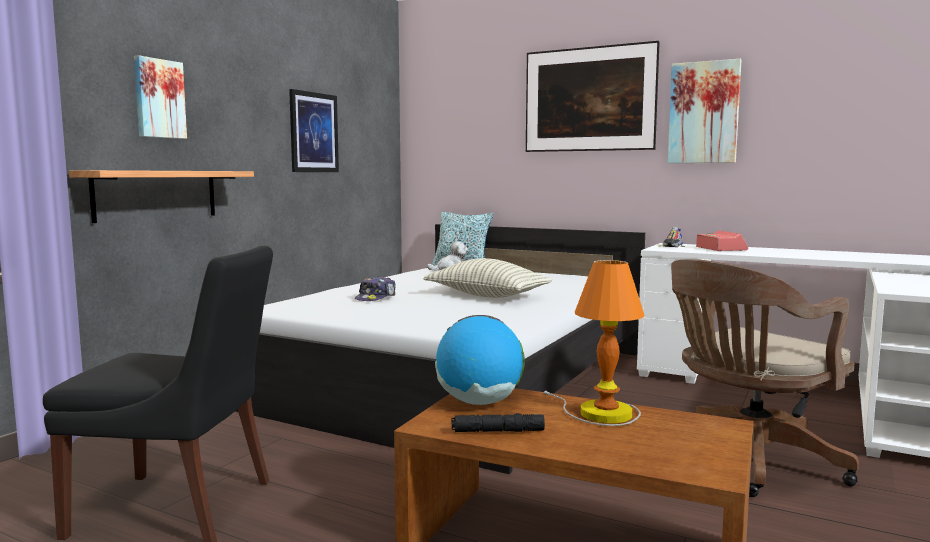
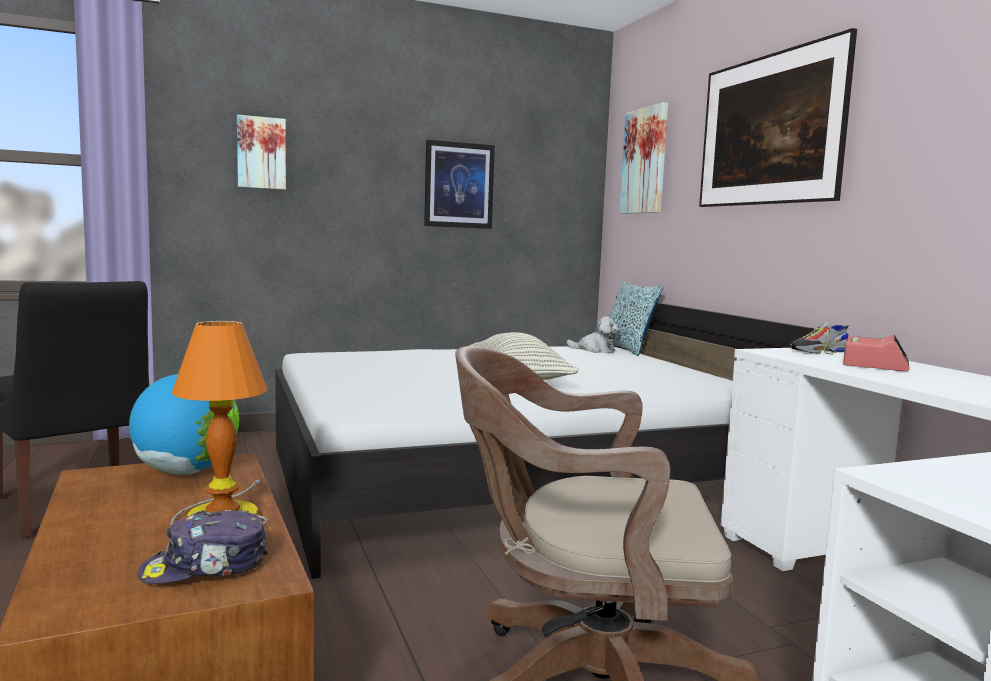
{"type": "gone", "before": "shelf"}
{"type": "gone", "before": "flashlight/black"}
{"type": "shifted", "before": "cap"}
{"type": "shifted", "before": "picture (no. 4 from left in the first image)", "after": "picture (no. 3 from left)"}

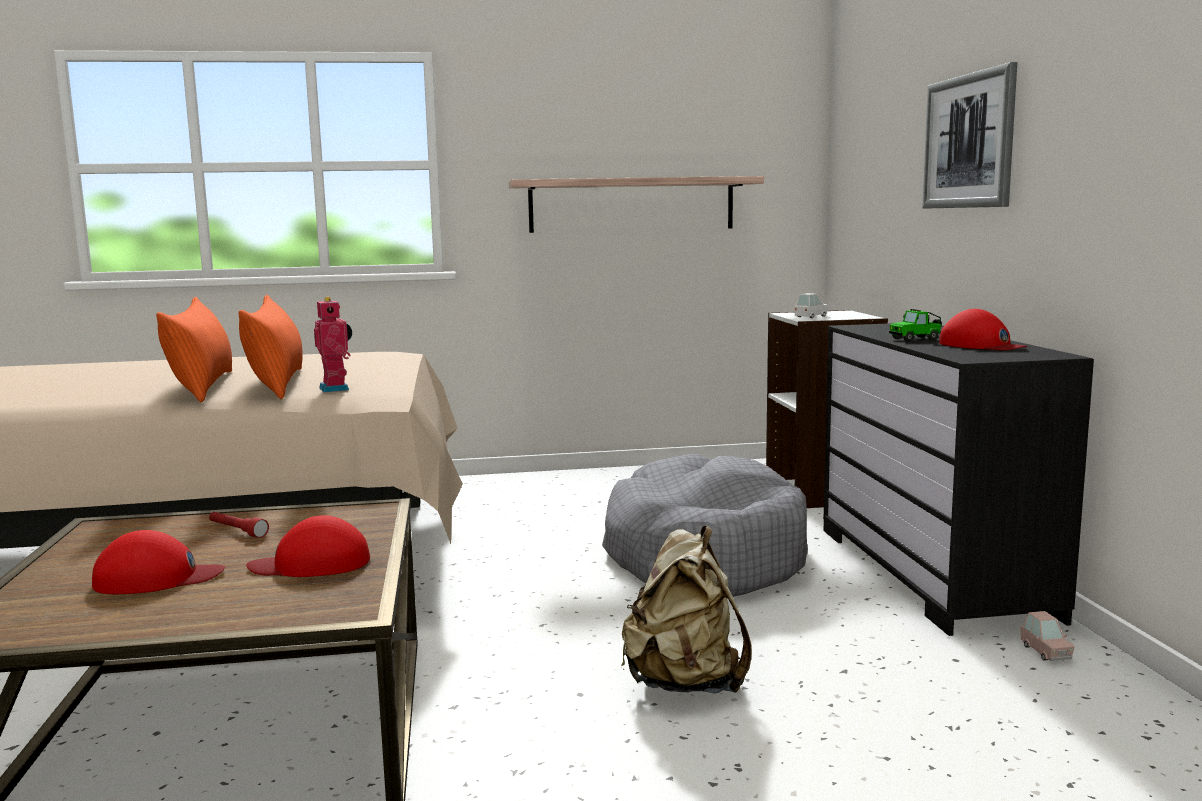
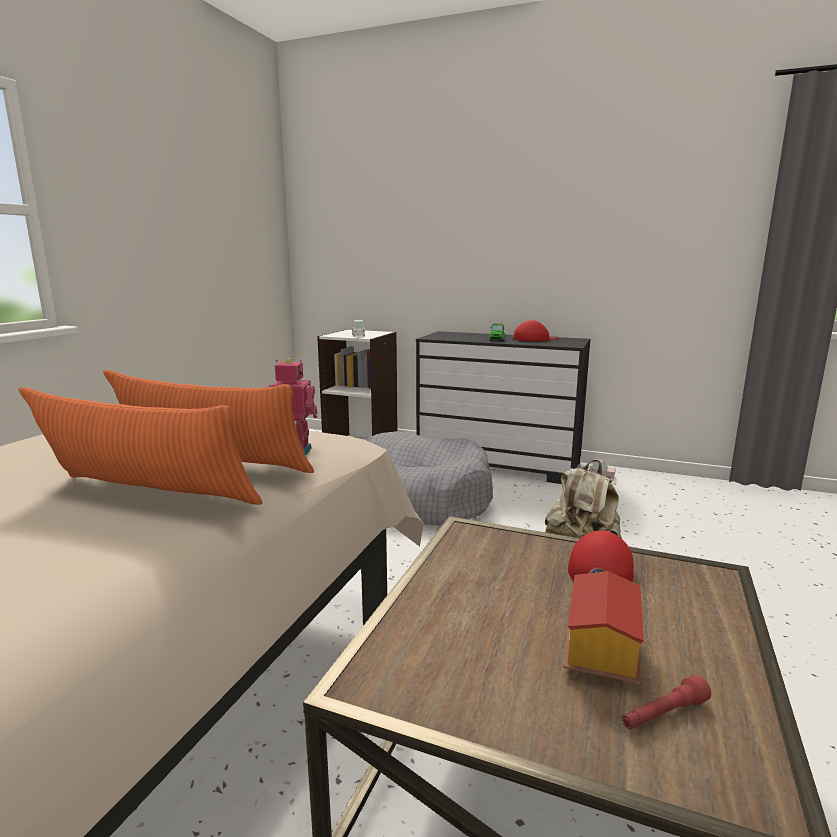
{"type": "gone", "before": "shelf"}
{"type": "gone", "before": "picture"}
{"type": "shifted", "before": "flashlight/red"}
{"type": "swapped", "before": "cap/red (no. 1 from left)", "after": "toy house"}

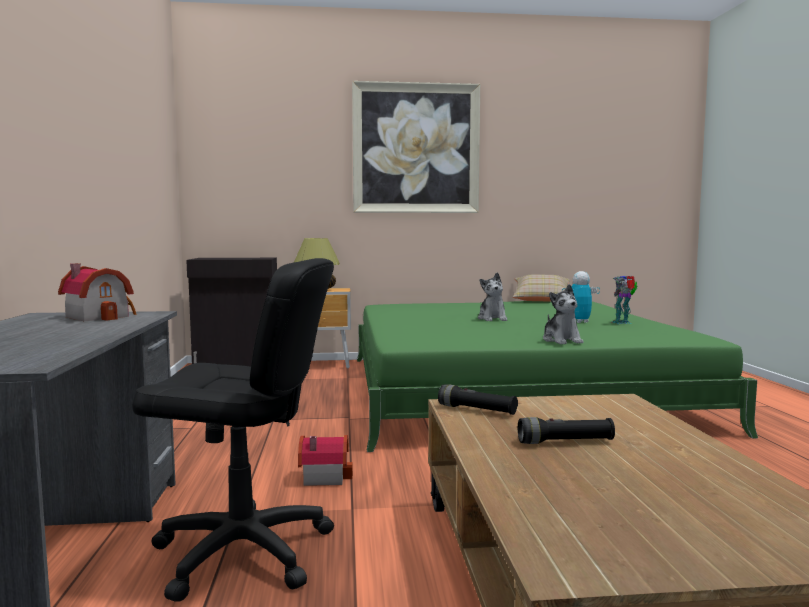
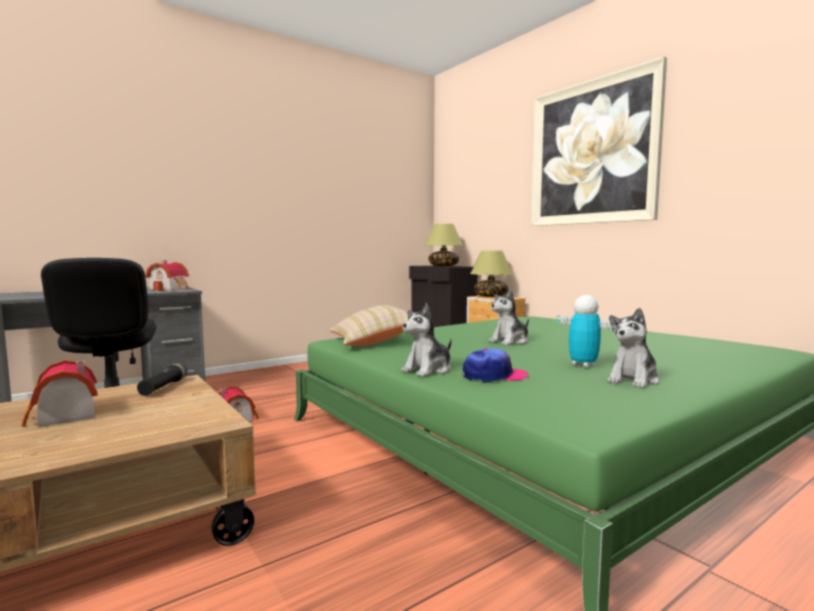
{"type": "new", "after": "table lamp (no. 1 from left)"}
{"type": "new", "after": "cap"}
{"type": "shifted", "before": "pillow/beige"}
{"type": "swapped", "before": "flashlight/black (no. 2 from left)", "after": "toy house (no. 1 from left)"}
{"type": "swapped", "before": "toy robot (no. 2 from left)", "after": "plush toy (no. 3 from left)"}

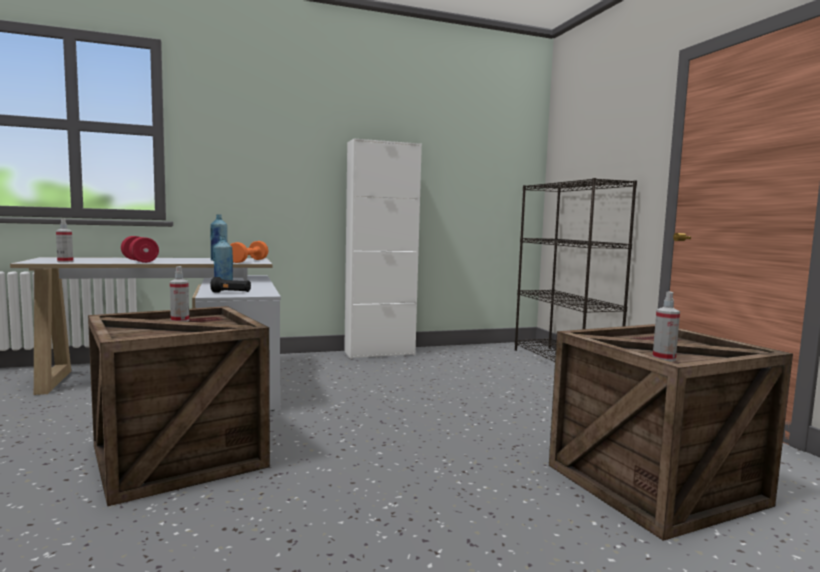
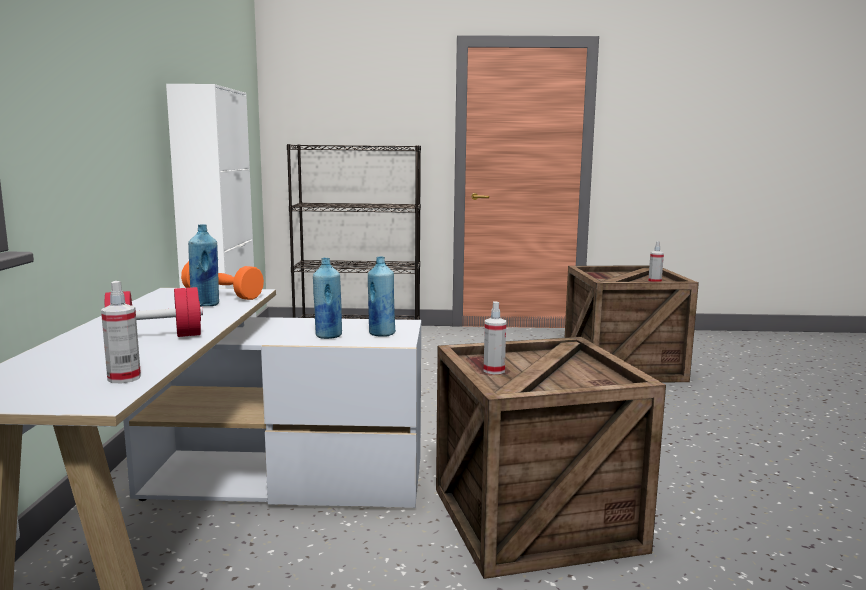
{"type": "swapped", "before": "flashlight/black", "after": "bottle/blue (no. 3 from left)"}

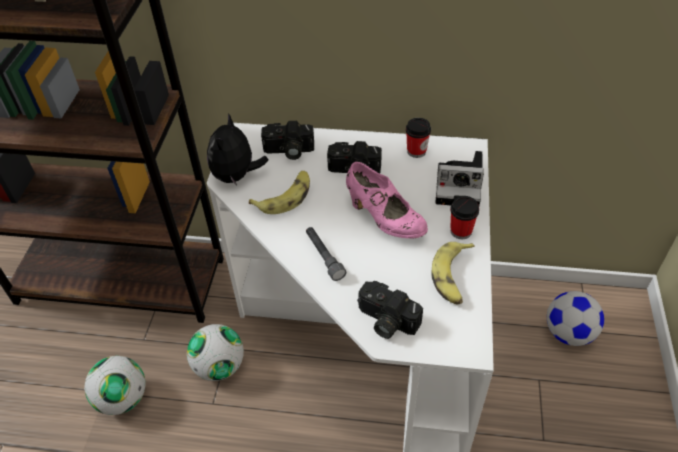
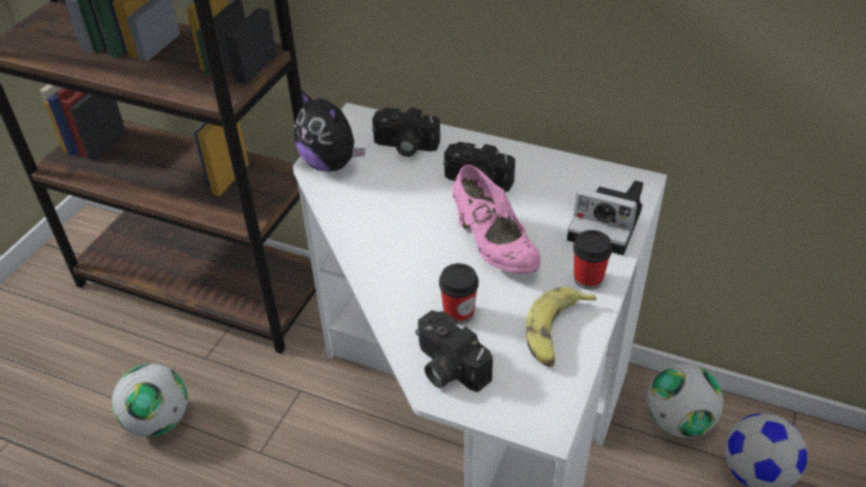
{"type": "gone", "before": "banana (no. 1 from left)"}
{"type": "gone", "before": "flashlight/grey"}
{"type": "shifted", "before": "football (no. 2 from left)"}
{"type": "shifted", "before": "cup (no. 1 from left)"}
{"type": "rotated", "before": "plush toy", "turn": -75}

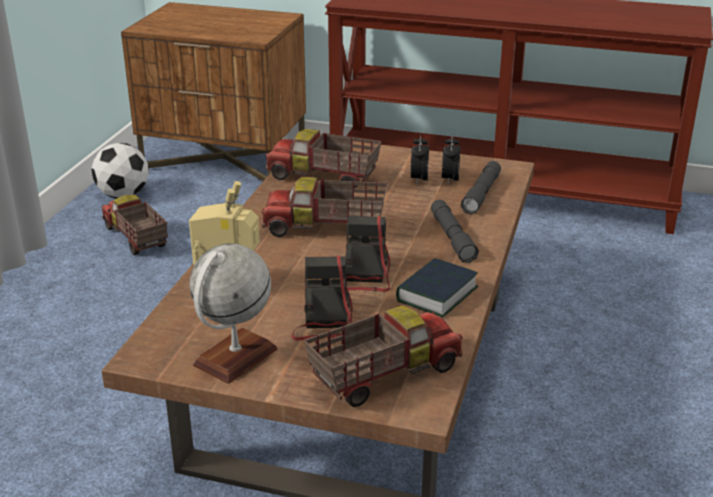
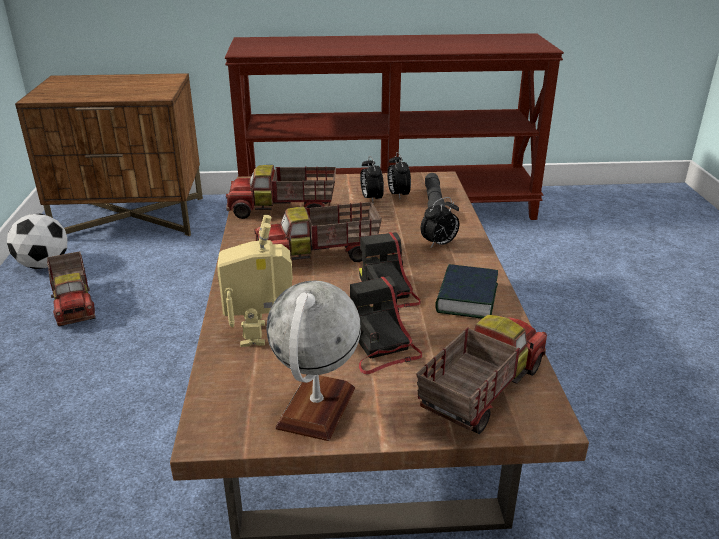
{"type": "swapped", "before": "flashlight/grey (no. 1 from left)", "after": "alarm clock (no. 3 from left)"}
{"type": "rotated", "before": "toy truck (no. 1 from left)", "turn": -150}

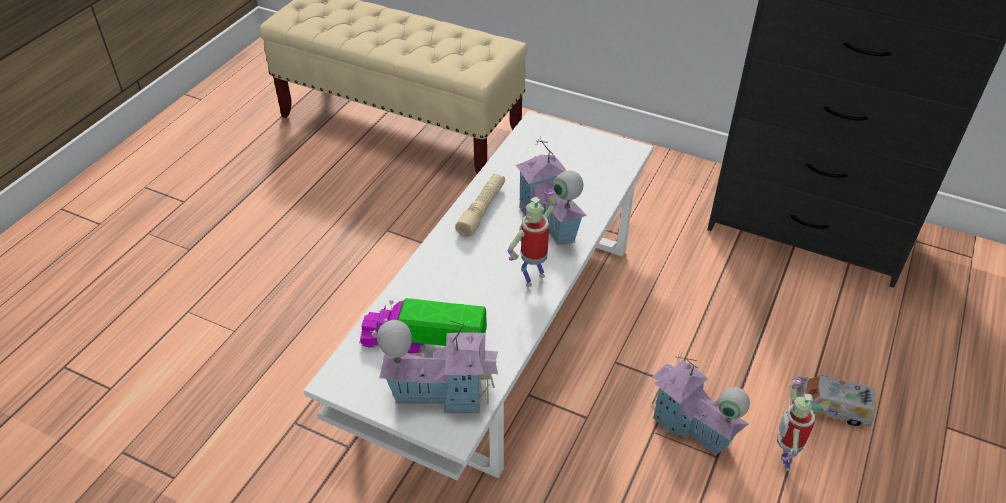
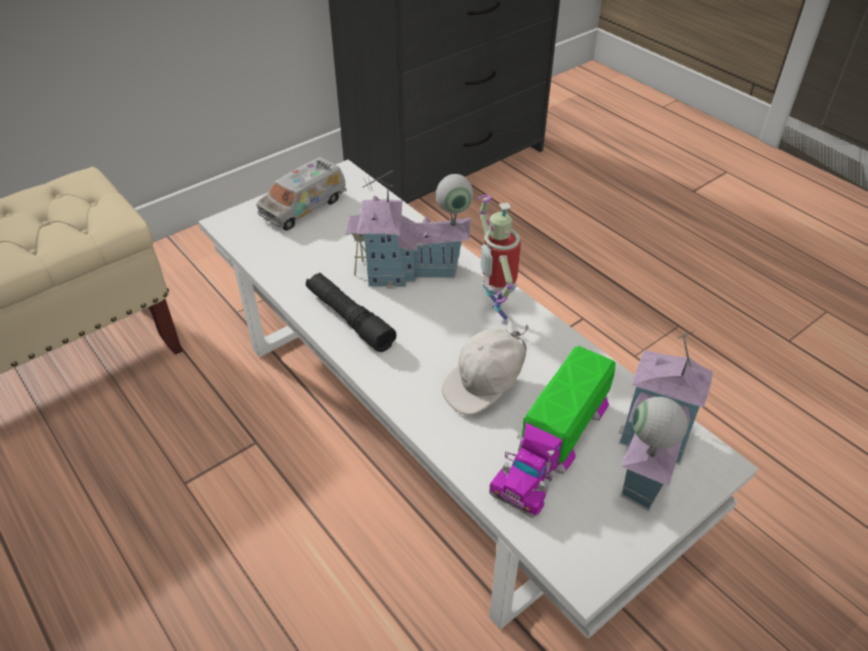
{"type": "gone", "before": "toy house (no. 3 from left)"}
{"type": "gone", "before": "toy robot (no. 2 from left)"}
{"type": "new", "after": "cap/white"}
{"type": "shifted", "before": "toy truck (no. 2 from left in the first image)", "after": "toy truck (no. 1 from left)"}
{"type": "repainted", "before": "flashlight/beige", "after": "flashlight/black"}

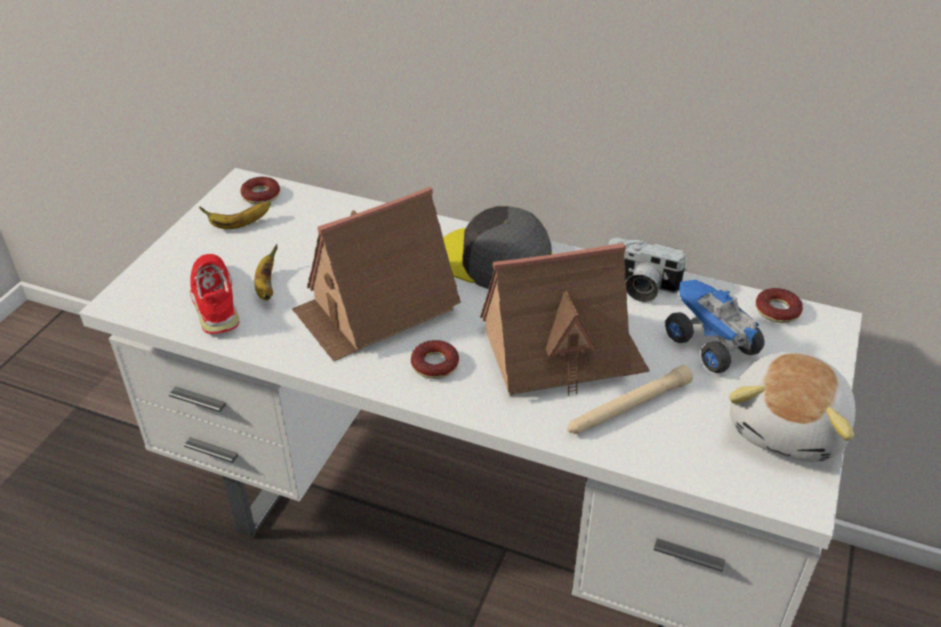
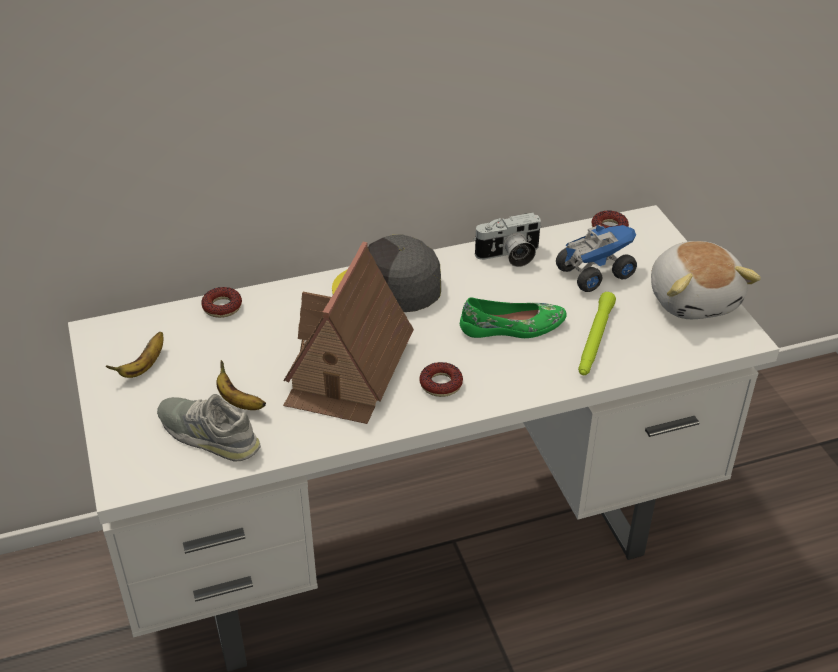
{"type": "shifted", "before": "donut (no. 1 from left)"}
{"type": "swapped", "before": "toy house (no. 2 from left)", "after": "shoe/green"}
{"type": "repainted", "before": "shoe/red", "after": "shoe/grey"}
{"type": "repainted", "before": "flashlight/beige", "after": "flashlight/green"}
{"type": "rotated", "before": "toy truck", "turn": 135}

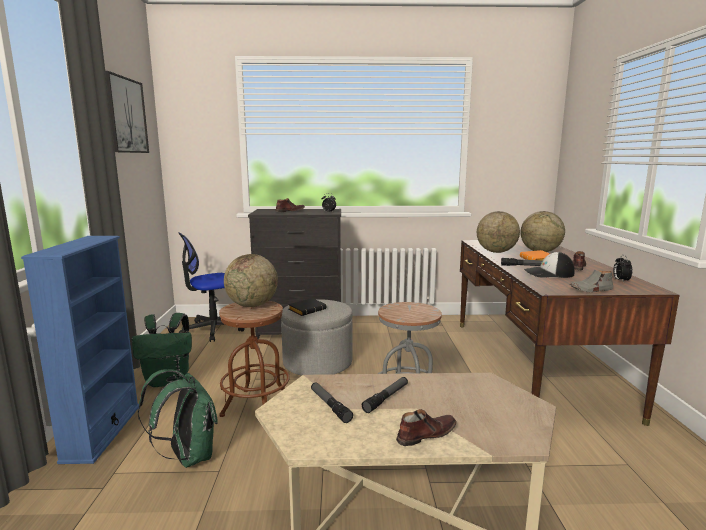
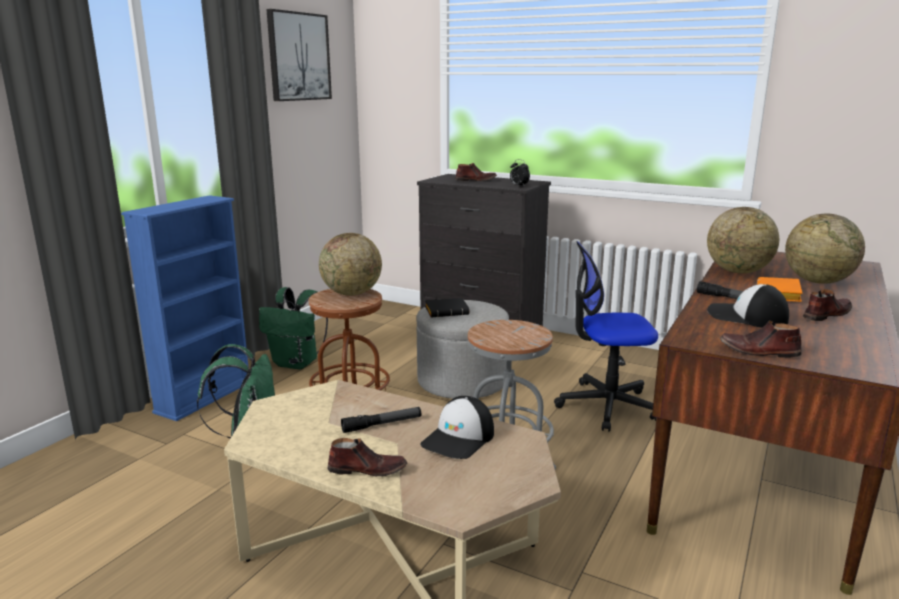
{"type": "gone", "before": "flashlight (no. 1 from left)"}
{"type": "gone", "before": "alarm clock (no. 2 from left)"}
{"type": "new", "after": "cap (no. 1 from left)"}
{"type": "shifted", "before": "office chair"}
{"type": "repainted", "before": "shoe/grey", "after": "shoe/brown (no. 3 from left)"}

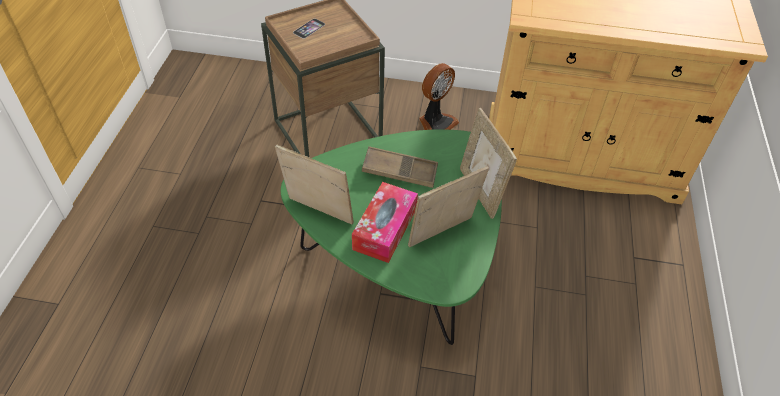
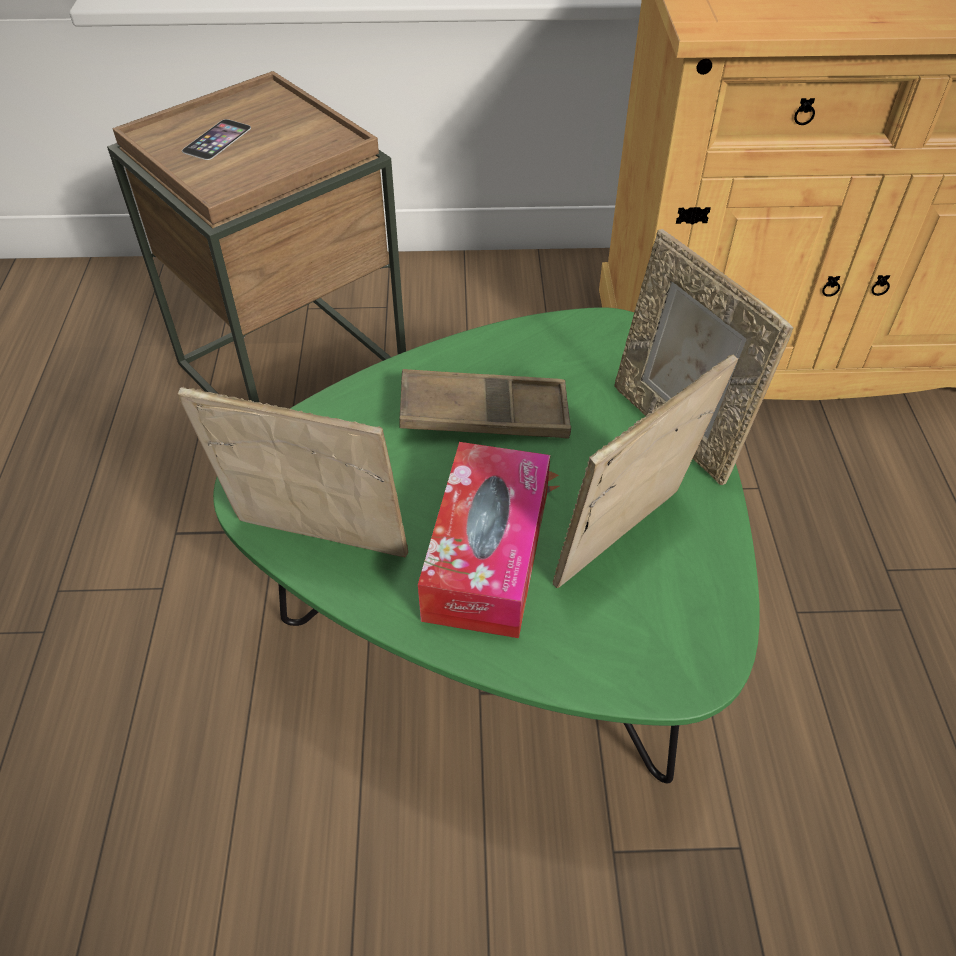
{"type": "gone", "before": "fan"}

